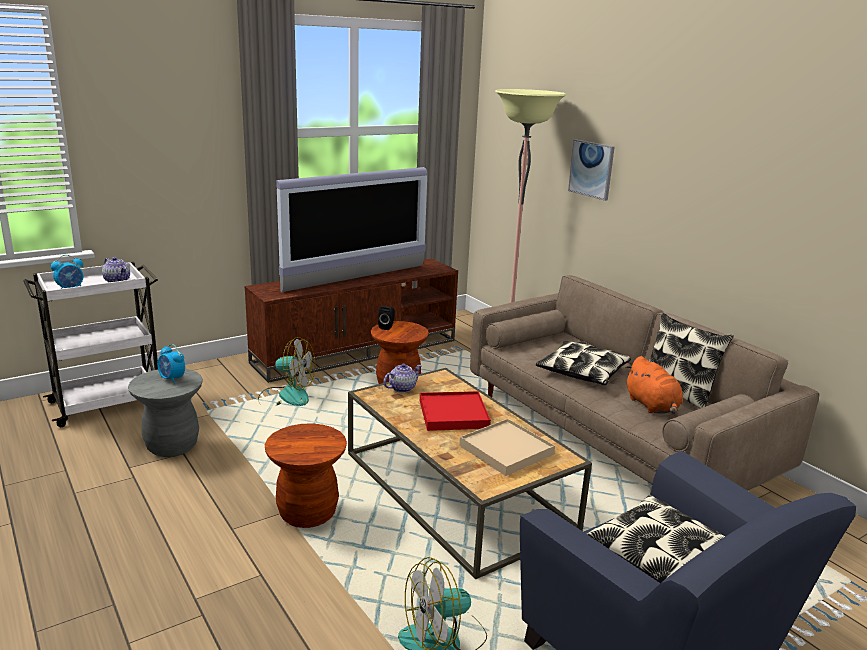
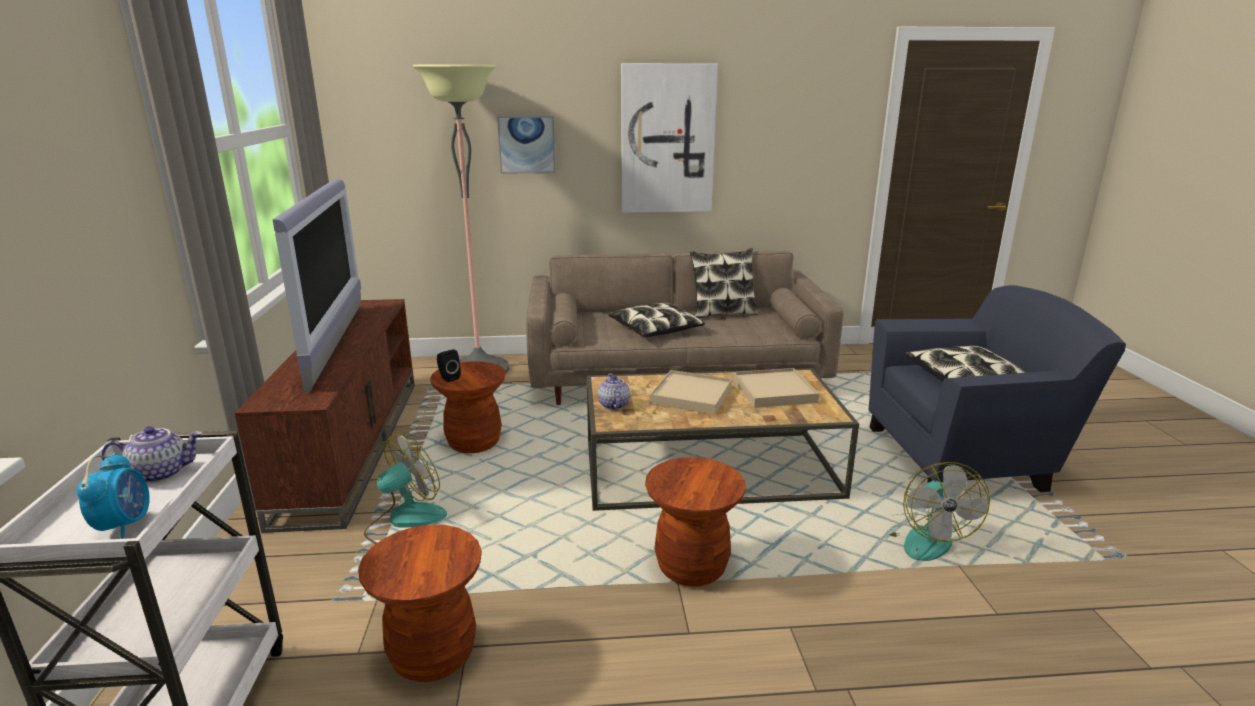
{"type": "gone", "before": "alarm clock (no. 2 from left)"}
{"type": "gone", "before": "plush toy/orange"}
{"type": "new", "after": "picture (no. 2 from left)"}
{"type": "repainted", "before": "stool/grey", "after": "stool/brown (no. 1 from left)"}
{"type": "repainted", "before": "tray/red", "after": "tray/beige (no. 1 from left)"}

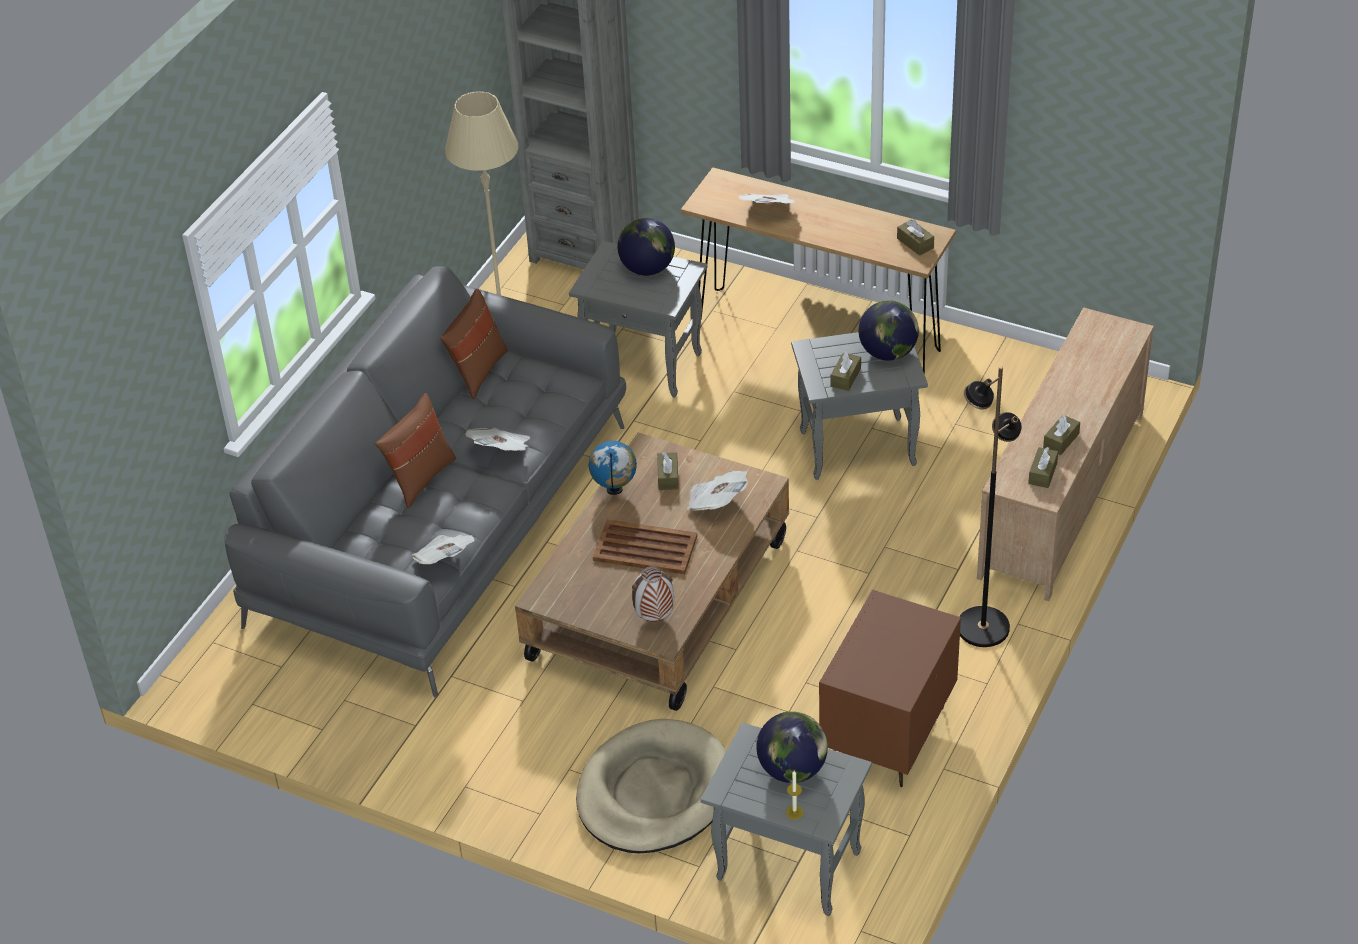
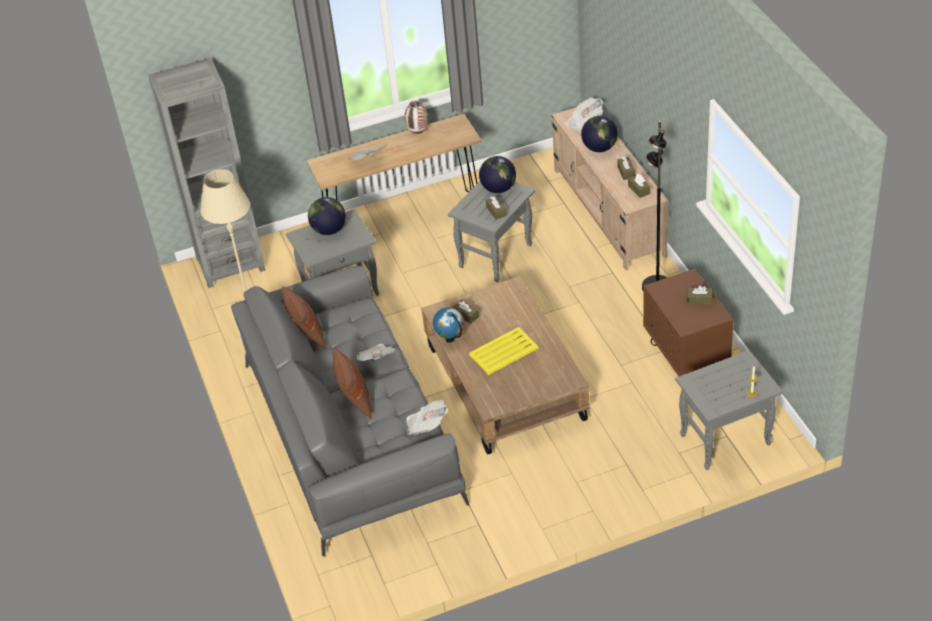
{"type": "gone", "before": "dog bed/beige"}
{"type": "shifted", "before": "vase"}
{"type": "shifted", "before": "newspaper (no. 3 from left in the first image)", "after": "newspaper (no. 4 from left)"}
{"type": "shifted", "before": "globe (no. 3 from left in the first image)", "after": "globe (no. 4 from left)"}
{"type": "shifted", "before": "tissue box/brown (no. 3 from left in the first image)", "after": "tissue box/brown (no. 5 from left)"}
{"type": "repainted", "before": "tray/brown", "after": "tray/yellow"}

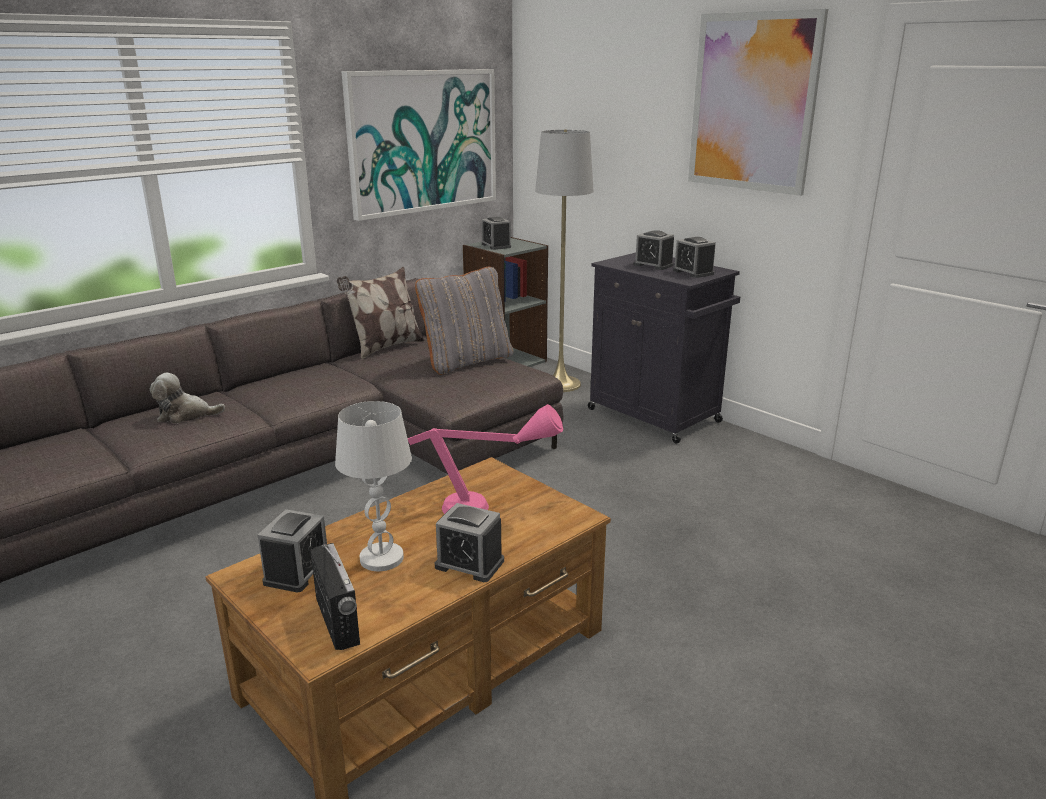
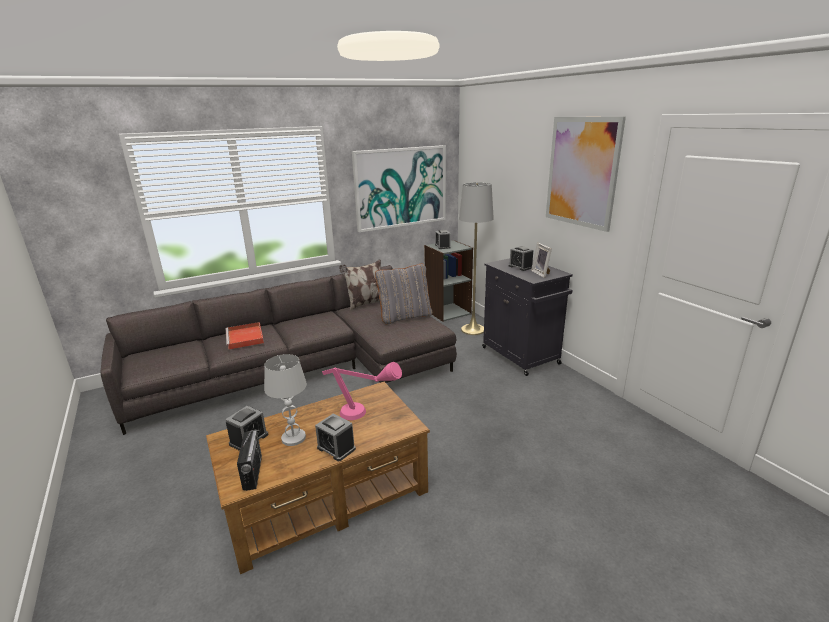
{"type": "swapped", "before": "plush toy", "after": "tray/red"}
{"type": "swapped", "before": "alarm clock (no. 5 from left)", "after": "picture frame"}

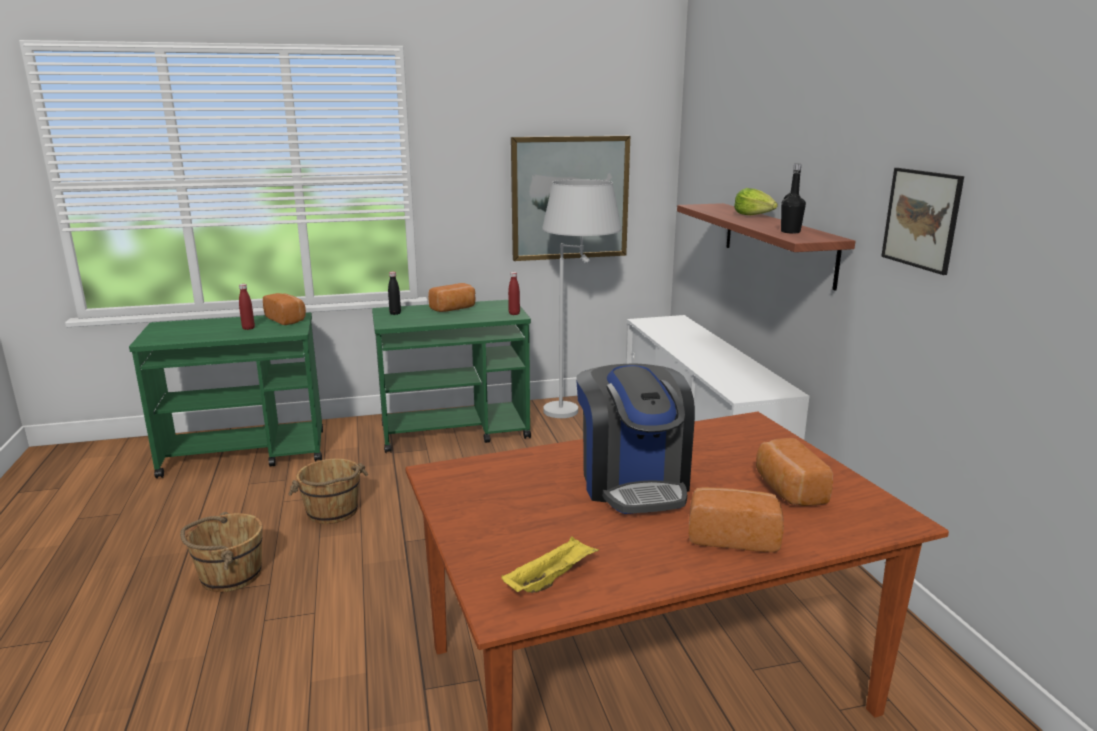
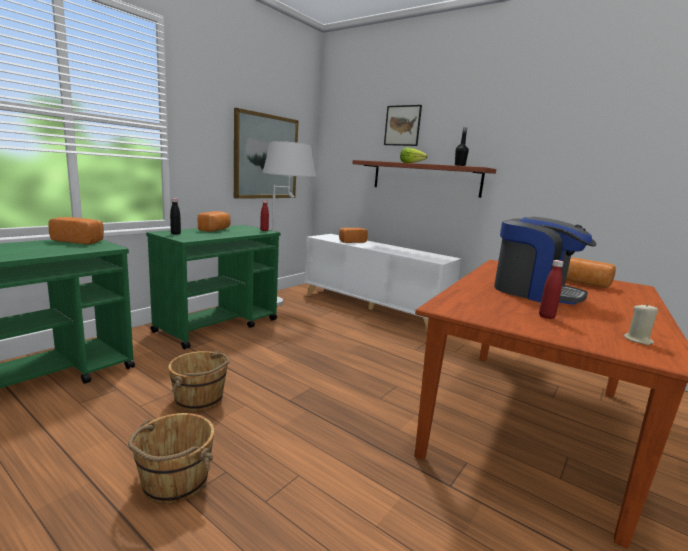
{"type": "shifted", "before": "bottle/red (no. 1 from left in the first image)", "after": "bottle/red (no. 2 from left)"}
{"type": "shifted", "before": "bread (no. 3 from left)"}
{"type": "shifted", "before": "picture (no. 2 from left)"}
{"type": "swapped", "before": "tray/yellow", "after": "candle/beige"}

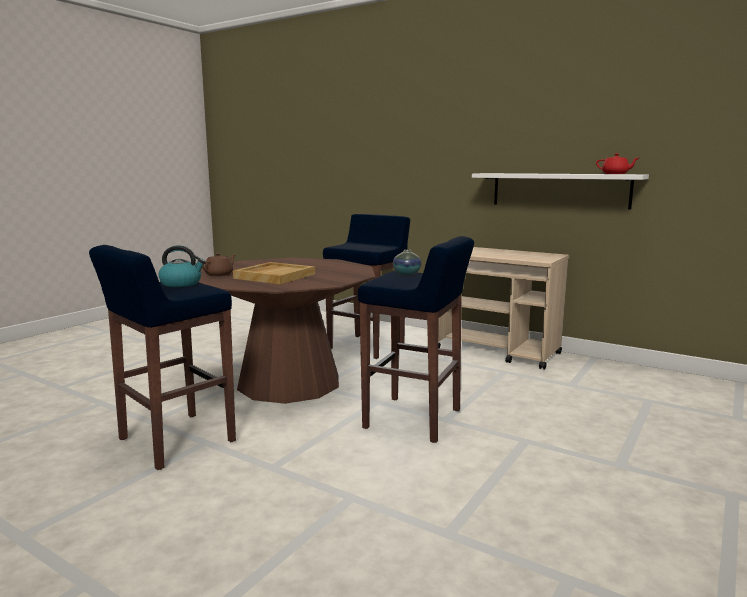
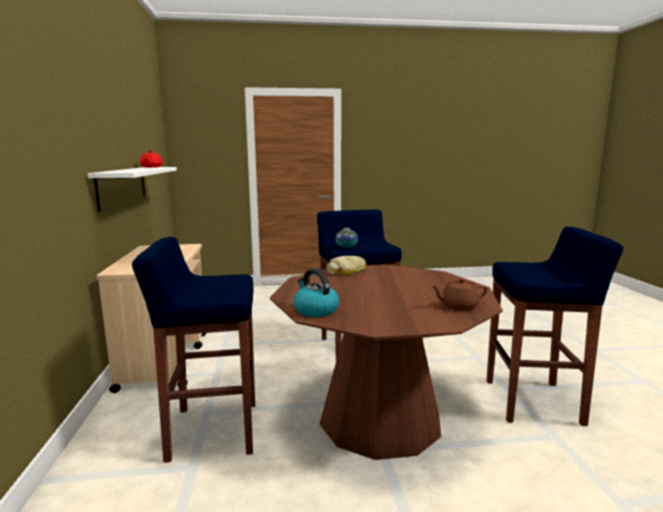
{"type": "gone", "before": "tray/beige"}
{"type": "new", "after": "bread"}
{"type": "shifted", "before": "kettle"}

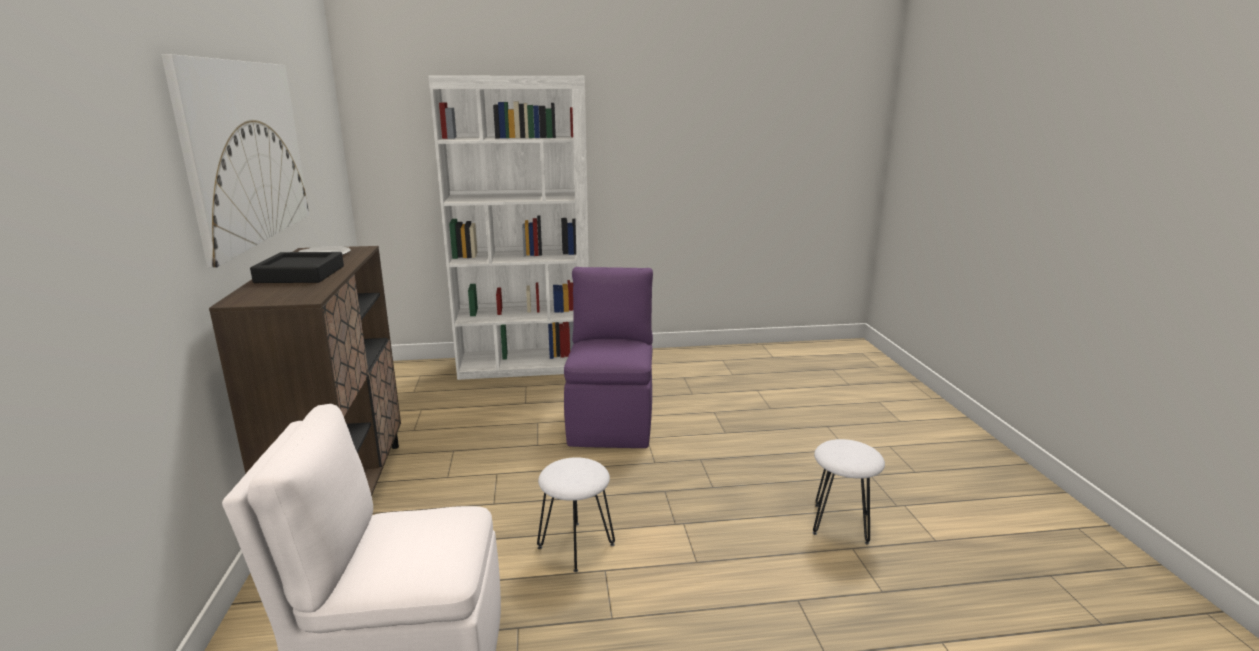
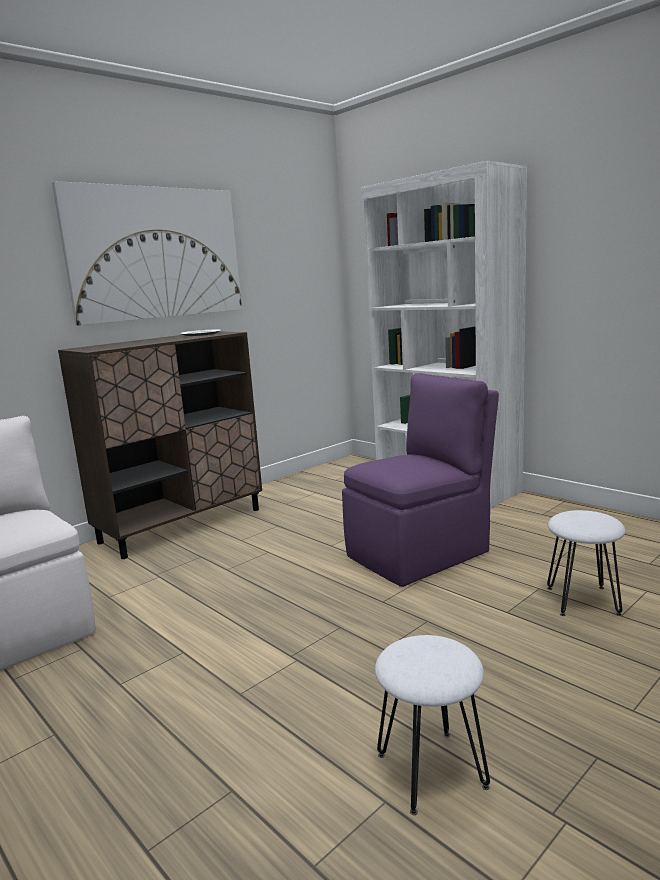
{"type": "gone", "before": "tray/black"}
{"type": "shifted", "before": "stool/white (no. 1 from left in the first image)", "after": "stool/white (no. 2 from left)"}

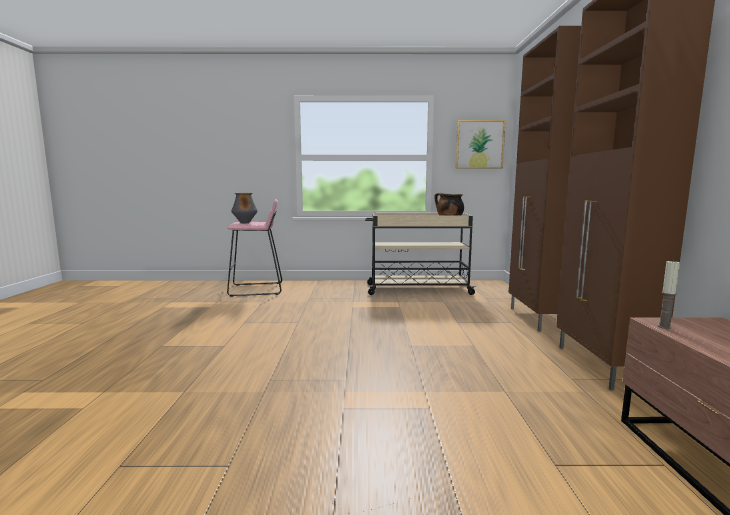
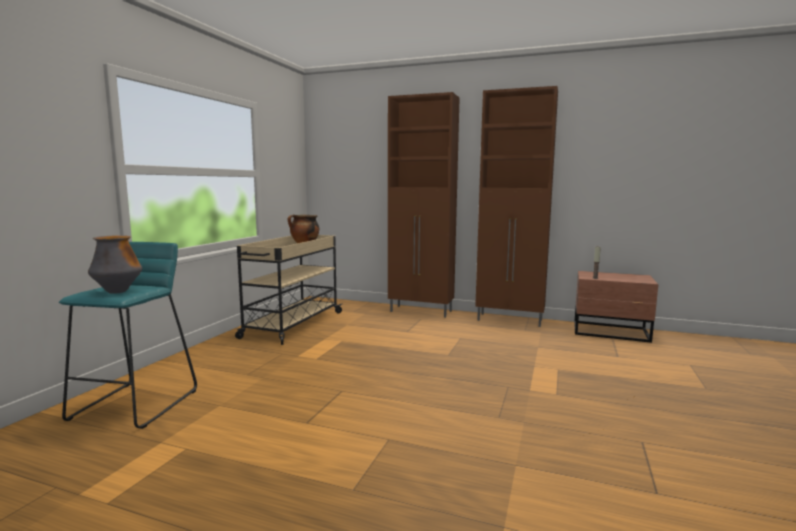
{"type": "gone", "before": "picture"}
{"type": "repainted", "before": "stool/pink", "after": "stool/turquoise"}

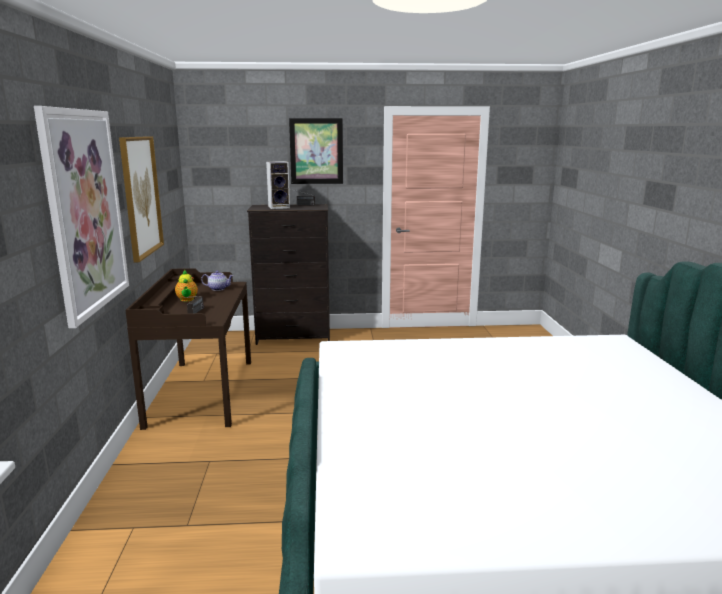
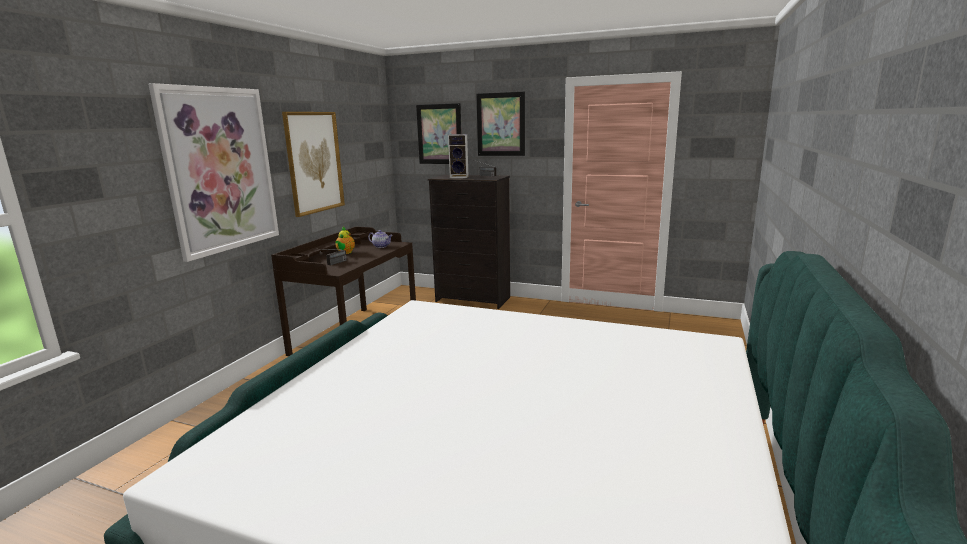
{"type": "new", "after": "picture (no. 3 from left)"}

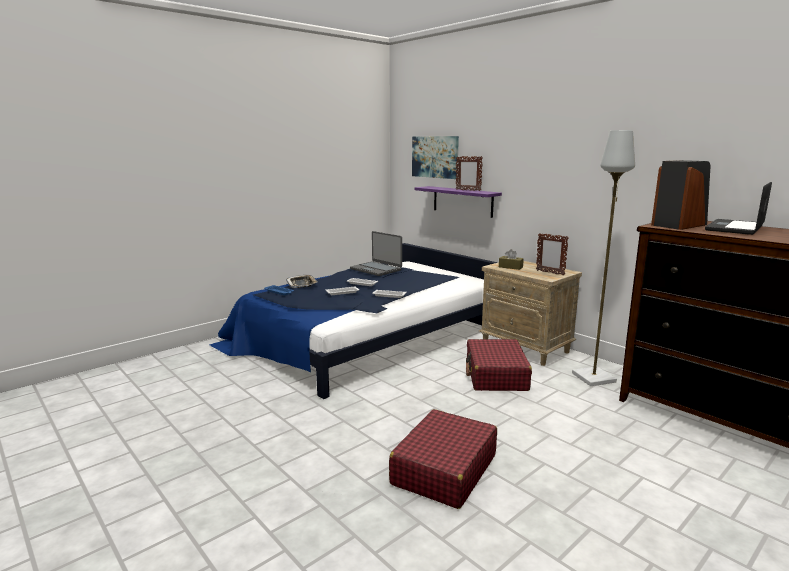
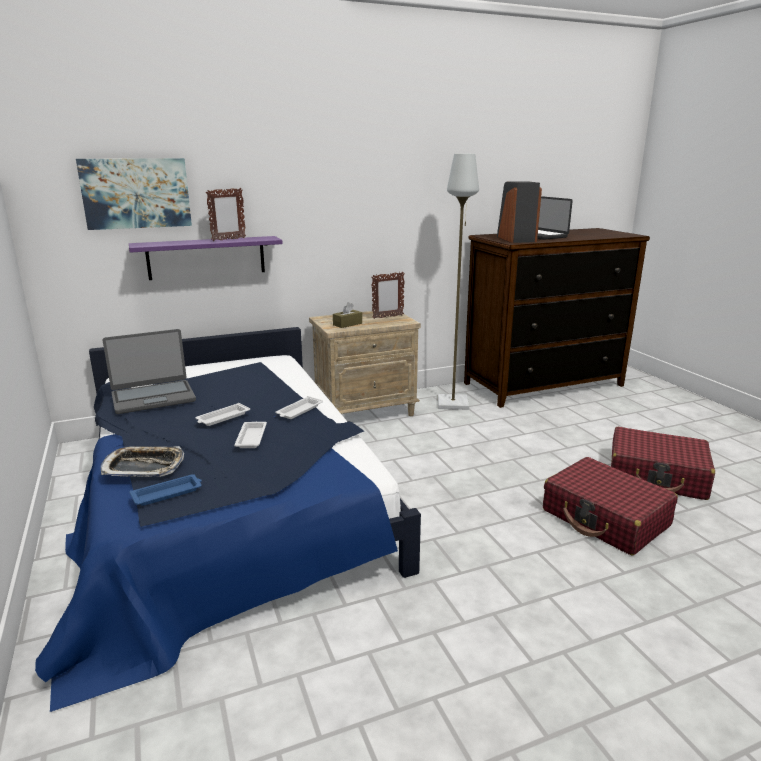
{"type": "shifted", "before": "suitcase/red (no. 2 from left)"}

